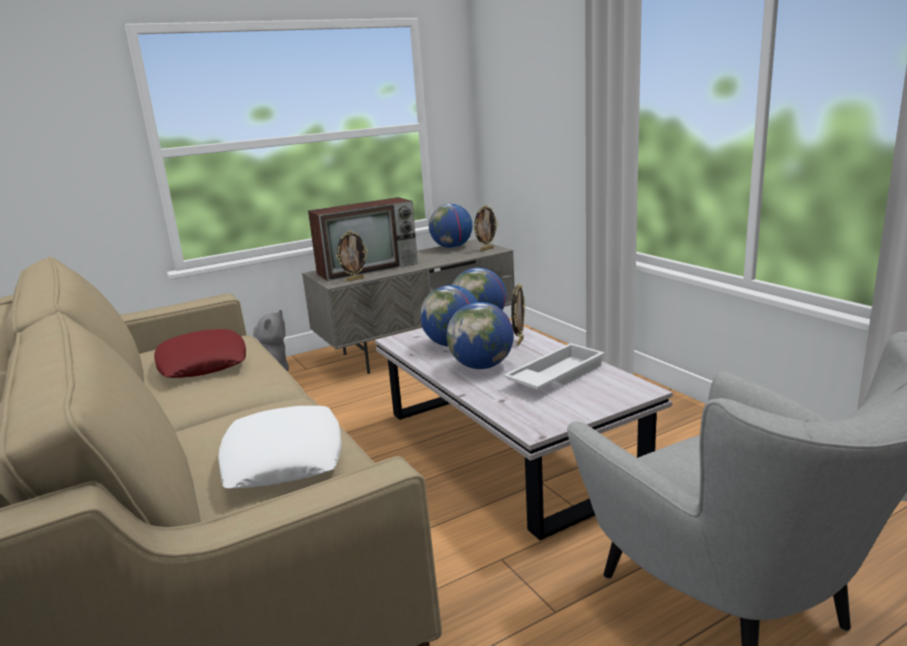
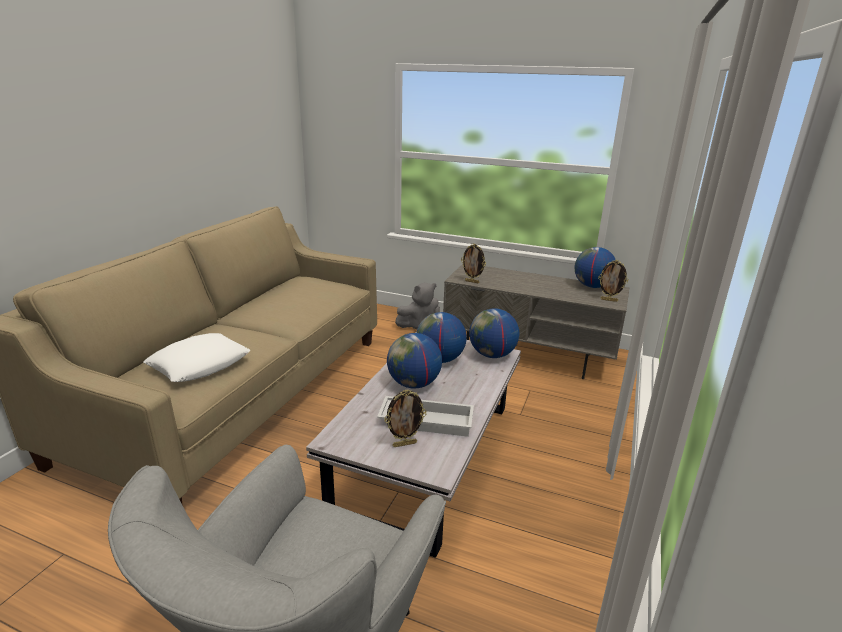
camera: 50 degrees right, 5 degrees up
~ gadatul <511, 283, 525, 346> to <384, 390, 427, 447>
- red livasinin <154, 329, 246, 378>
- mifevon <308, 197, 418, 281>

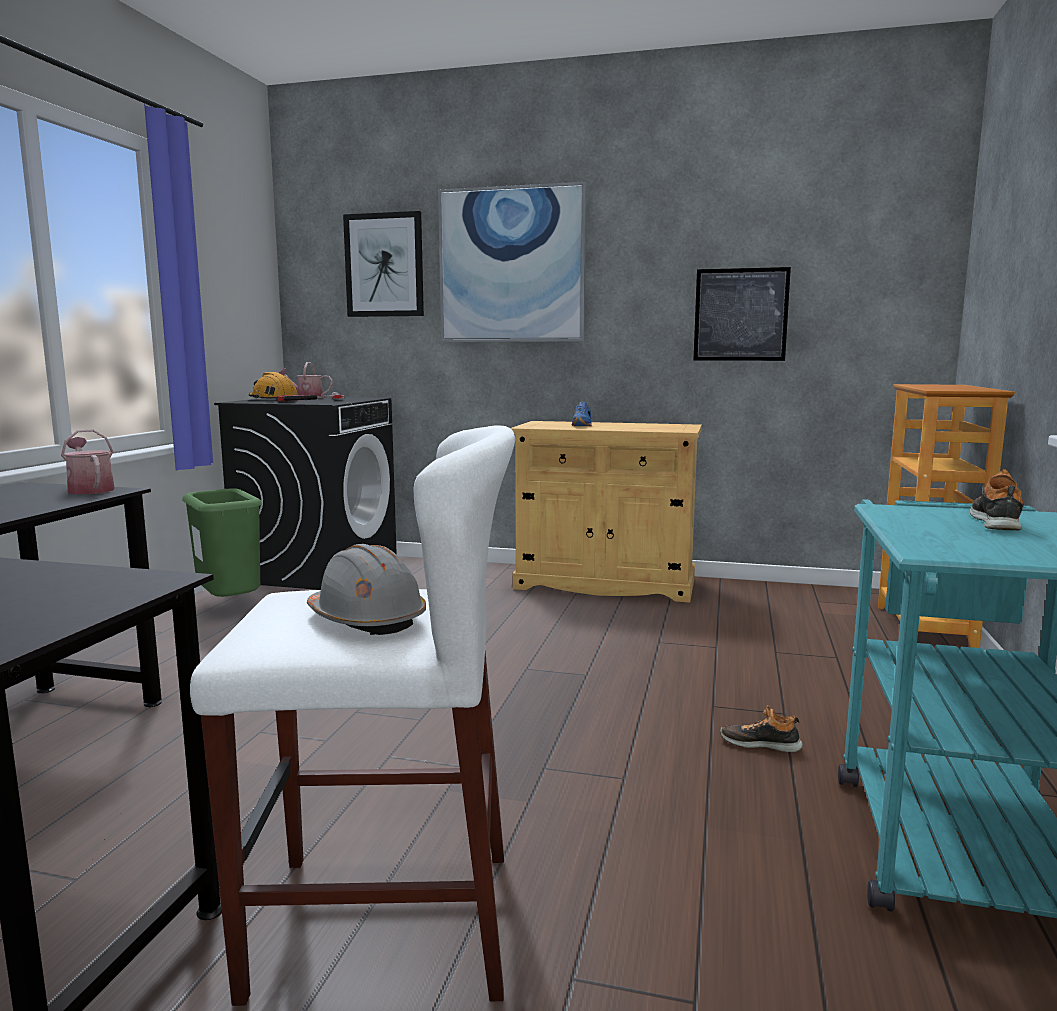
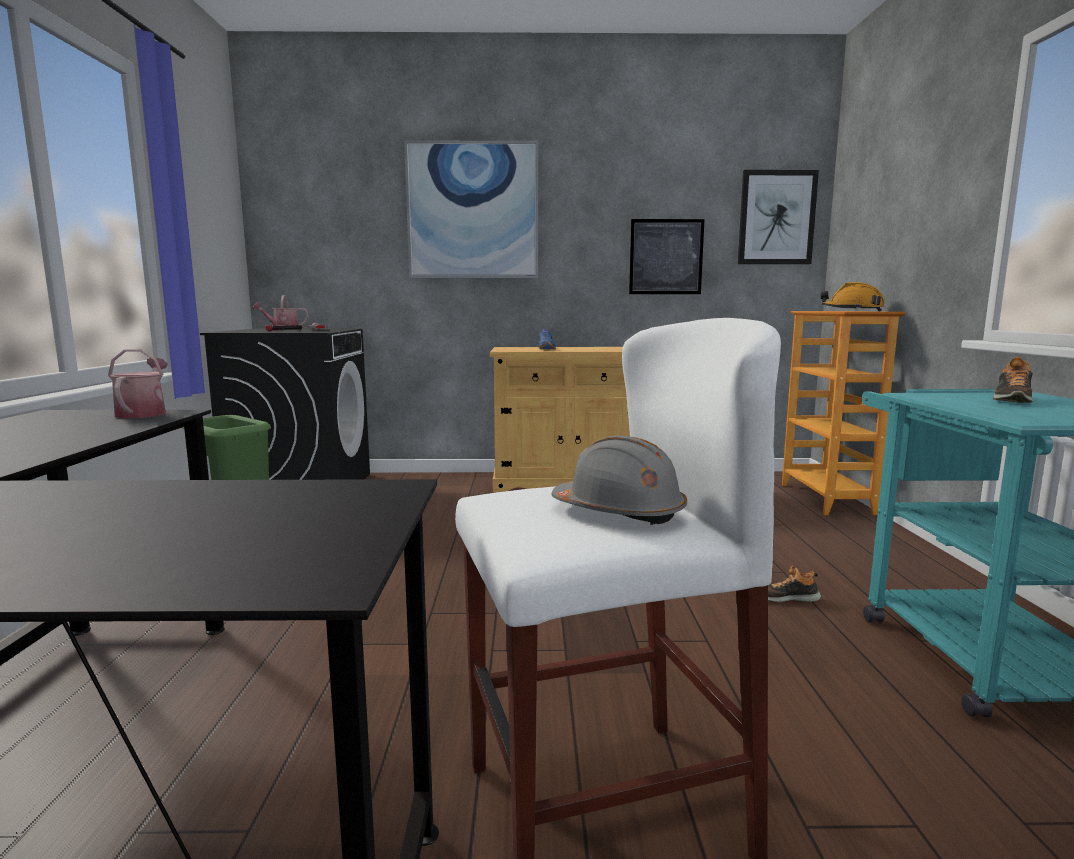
camera: 15 degrees left, 0 degrees up
~ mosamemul <61, 429, 115, 494> = <108, 349, 168, 418> 45 degrees clockwise
~ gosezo <343, 211, 424, 317> to <738, 170, 819, 264>
~ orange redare <249, 372, 298, 401> to <820, 282, 885, 311>
~ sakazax <970, 469, 1024, 530> = <992, 357, 1033, 403> 150 degrees counterclockwise

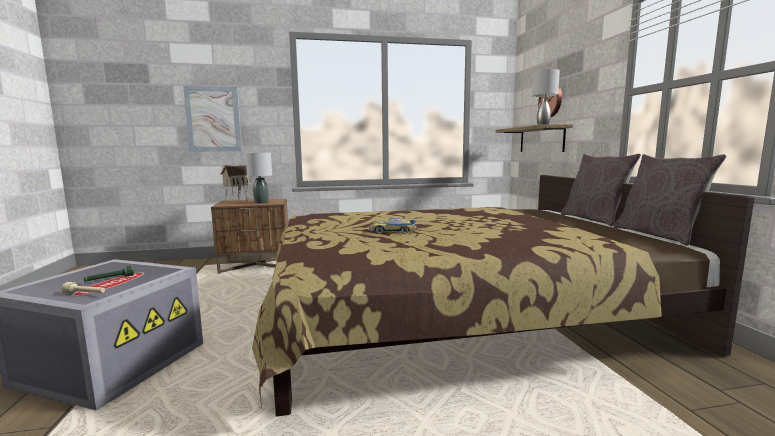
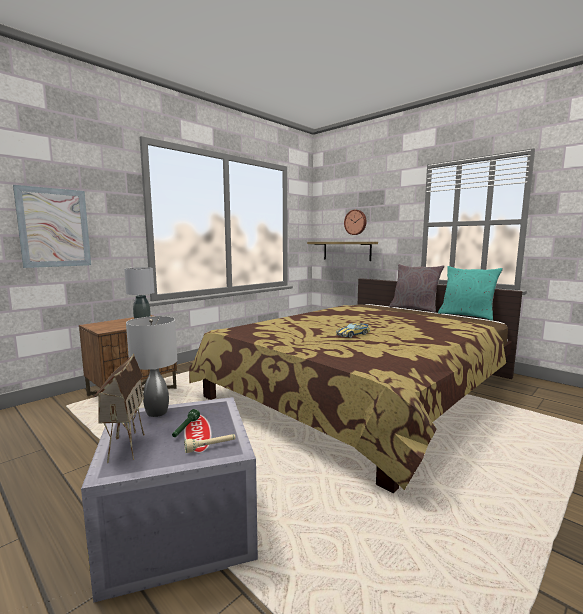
camera: 35 degrees left, 0 degrees up
~ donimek <221, 164, 250, 203> to <93, 354, 145, 463>
~ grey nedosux <532, 69, 560, 125> to <126, 316, 177, 417>
~ grey livasinin <614, 154, 727, 246> to turquoise livasinin <438, 266, 503, 321>

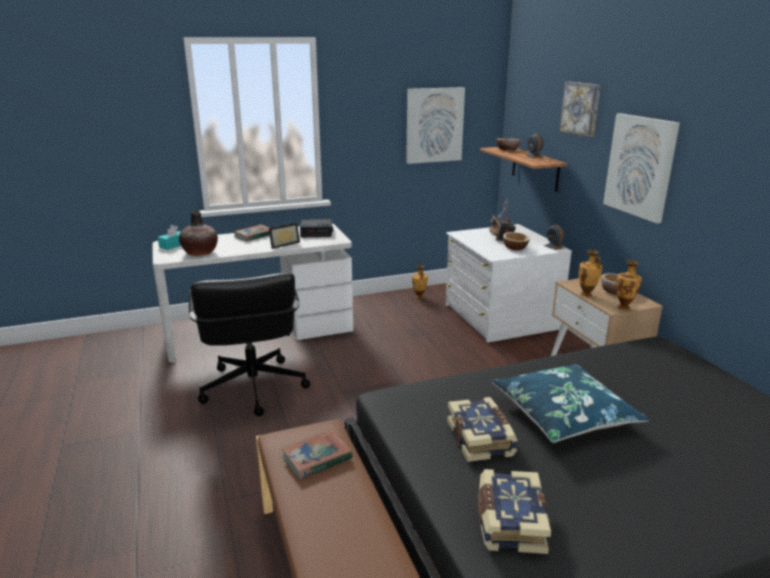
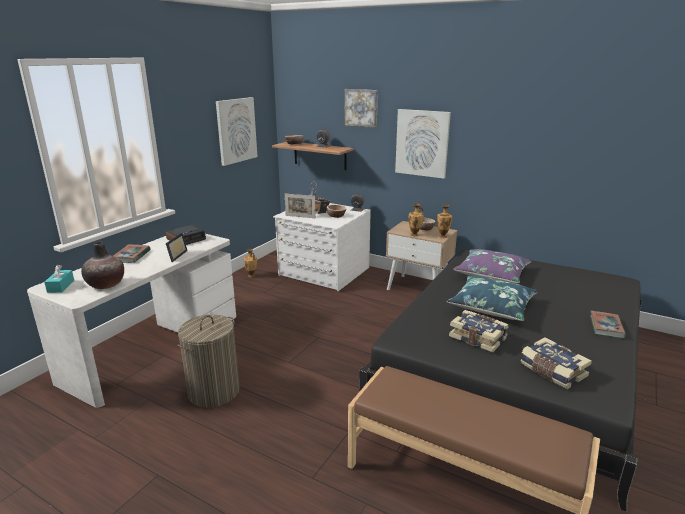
camera: 40 degrees left, 0 degrees up
~ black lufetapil <189, 273, 310, 416> to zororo <178, 315, 240, 408>
+ gadatul <285, 194, 316, 218>
+ purple livasinin <453, 249, 531, 283>
~ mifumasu <282, 430, 353, 479> to <590, 311, 626, 338>

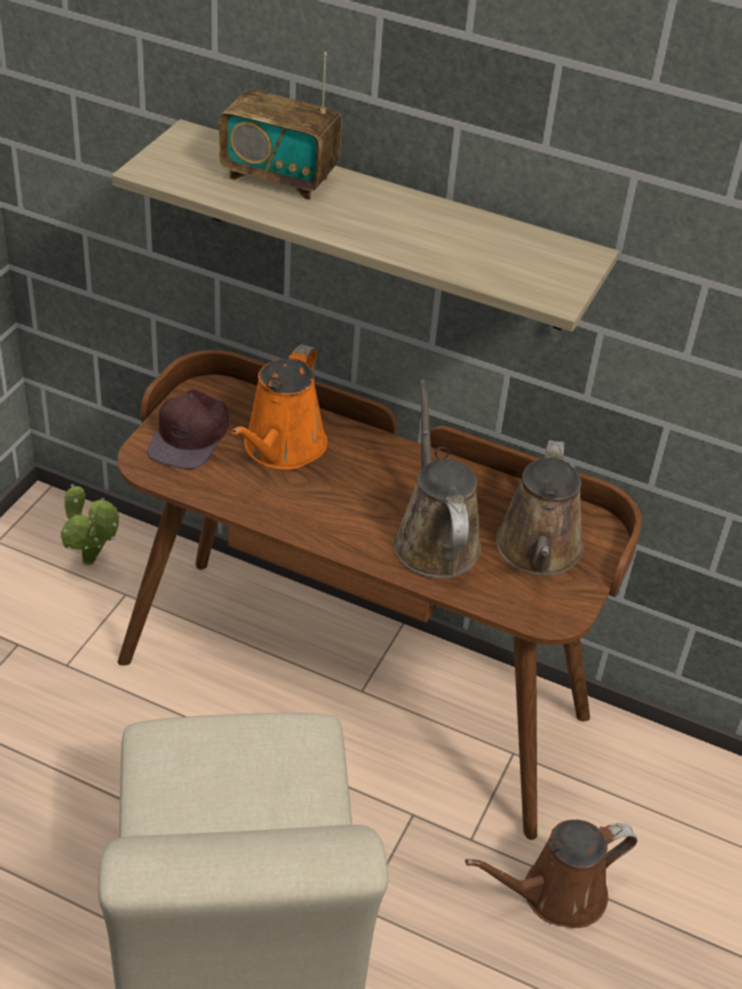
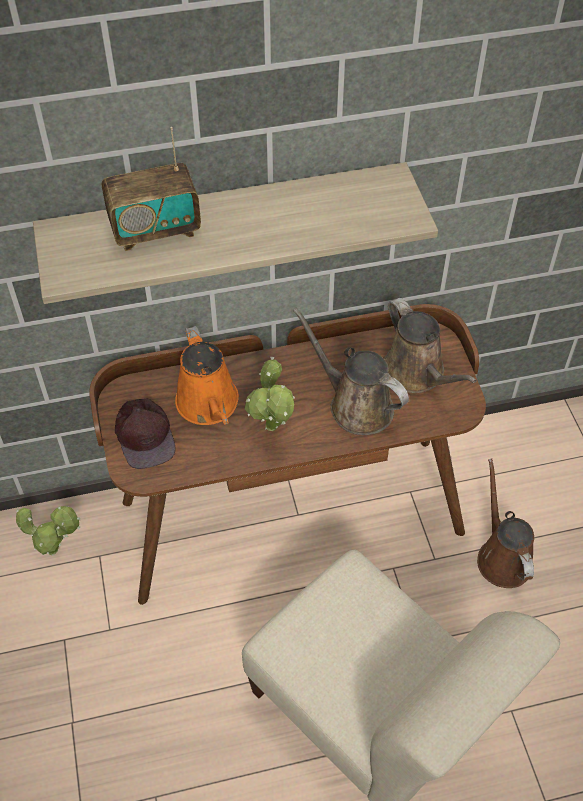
camera: 35 degrees left, 10 degrees up
+ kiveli <245, 357, 295, 431>
~ brown mosamemul <465, 820, 638, 928> = <477, 459, 534, 588> 135 degrees clockwise

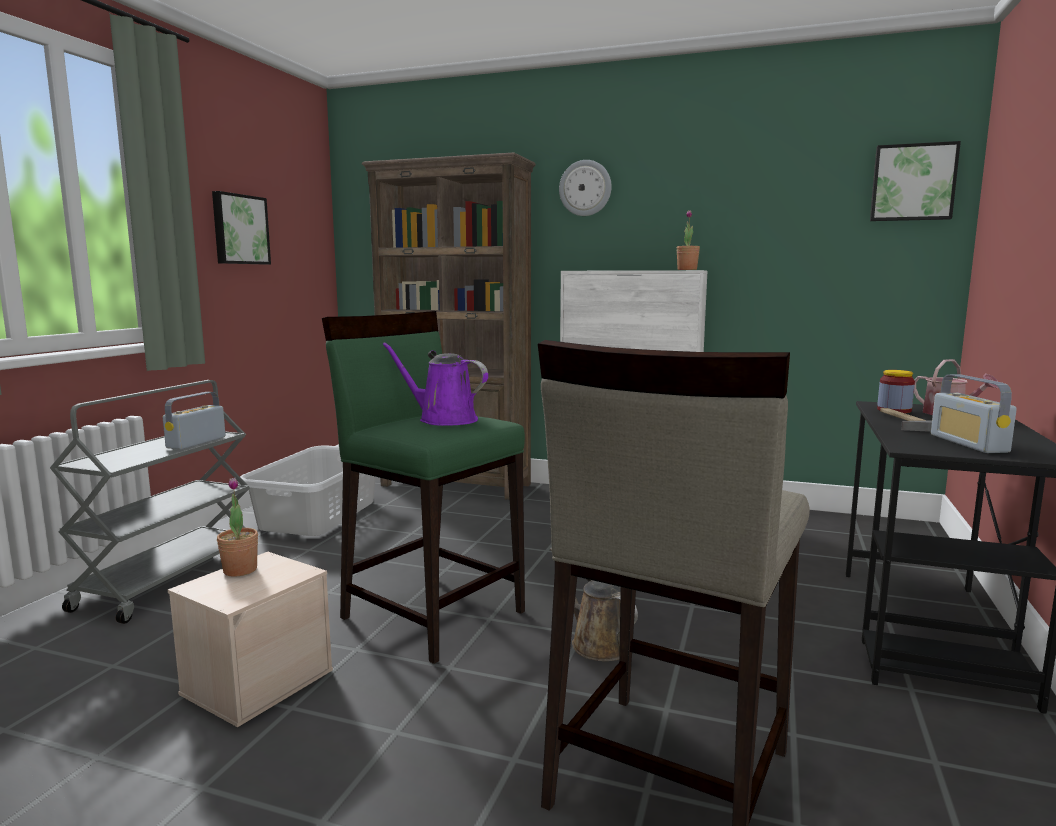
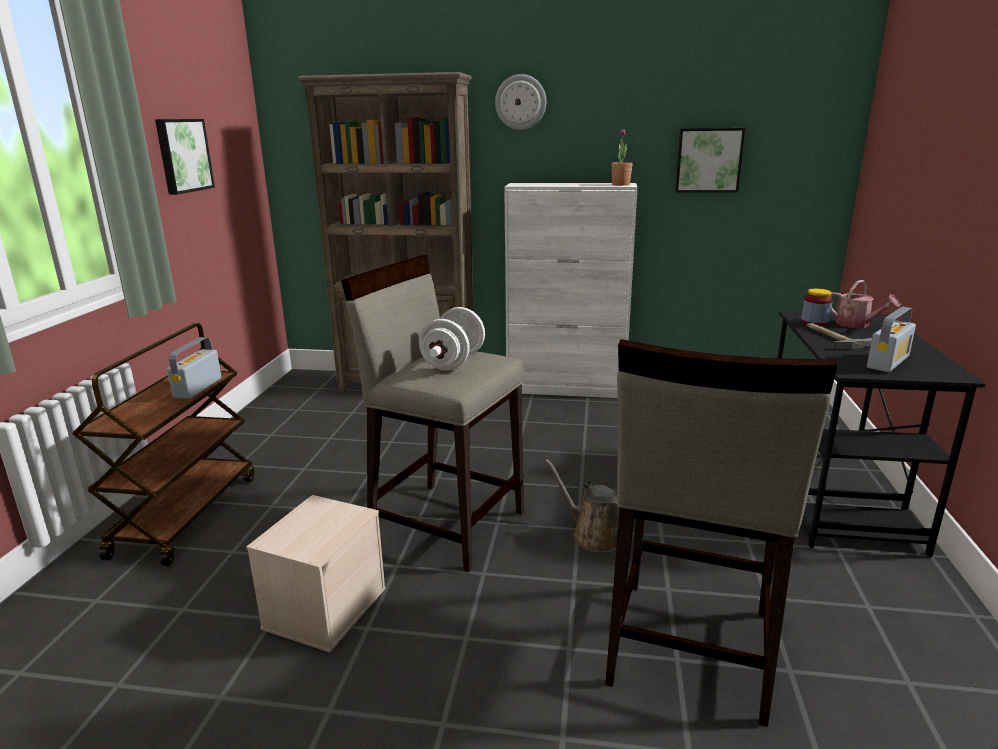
camera: 10 degrees left, 10 degrees up
~ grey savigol <50, 380, 250, 624> to brown savigol <72, 323, 254, 566>
~ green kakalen <322, 311, 525, 664> to beige kakalen <341, 255, 524, 572>
~ purple mosamemul <383, 342, 488, 426> to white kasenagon <419, 307, 485, 371>
~ gosezo <870, 141, 961, 221> to <675, 128, 745, 193>
~ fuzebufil <931, 374, 1017, 453> = <867, 307, 916, 372> 120 degrees counterclockwise
- kiveli <217, 478, 258, 577>
- grey zororo <237, 445, 376, 536>

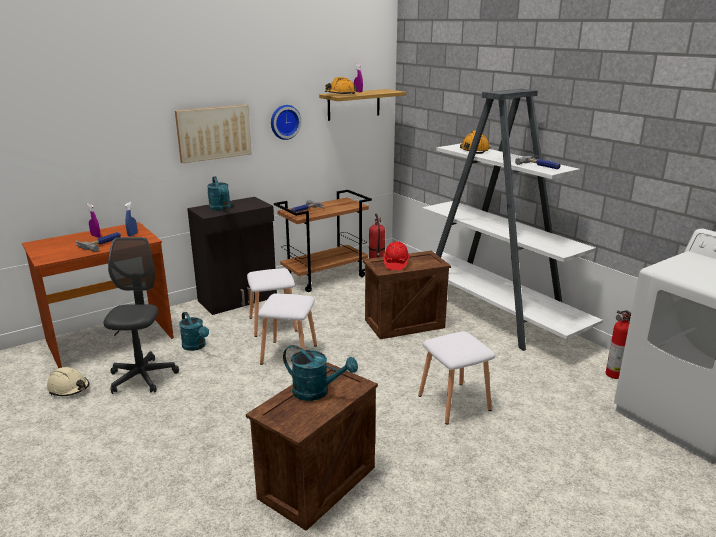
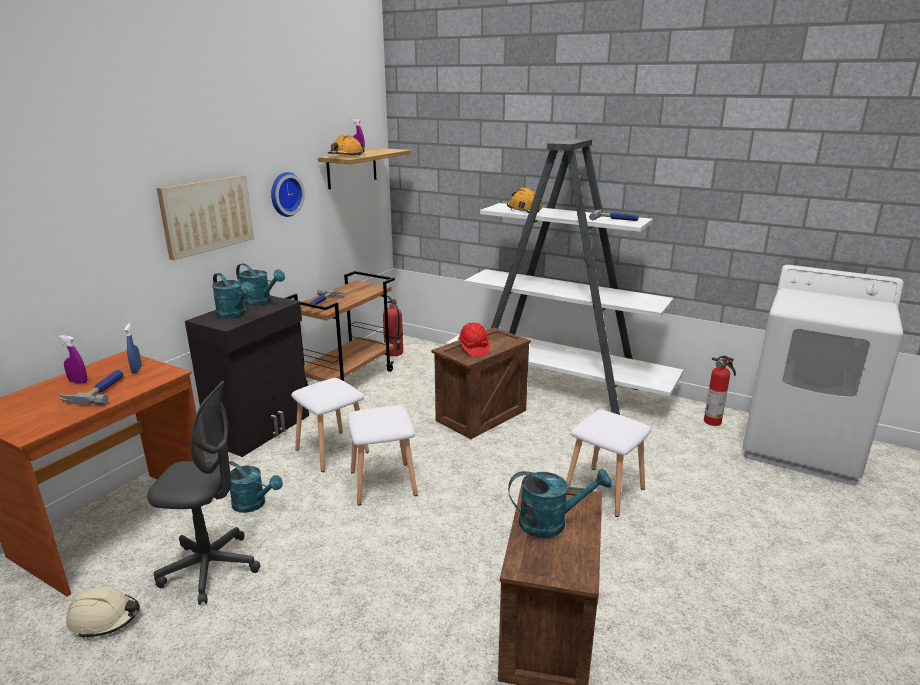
camera: 25 degrees left, 0 degrees up
~ grey lufetapil <104, 237, 179, 394> = <147, 381, 260, 605> 120 degrees clockwise
+ turquoise mosamemul <236, 263, 285, 306>

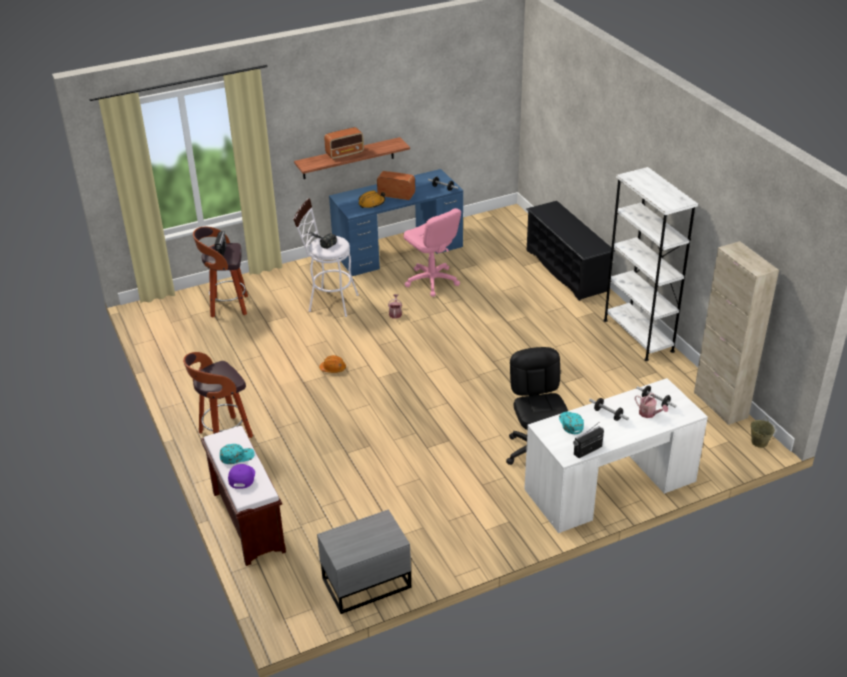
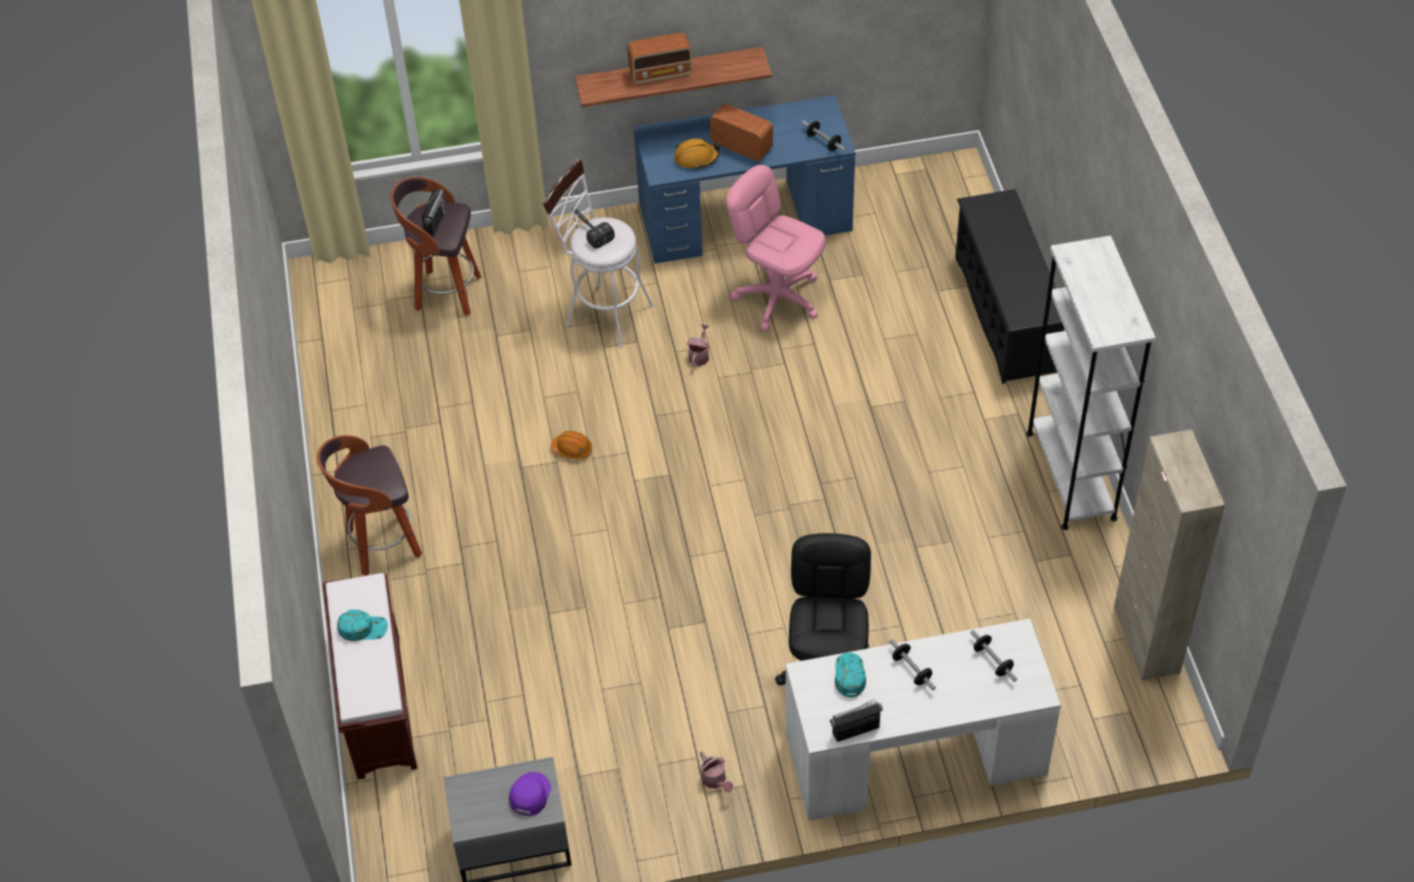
camera: 15 degrees right, 15 degrees up
~ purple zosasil <228, 464, 255, 489> to <509, 772, 551, 816>
~ mosamemul <635, 393, 668, 418> to <700, 751, 733, 792>
~ pink lufetapil <403, 208, 461, 296> = <726, 165, 826, 331> 150 degrees clockwise
- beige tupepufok <751, 417, 775, 448>

